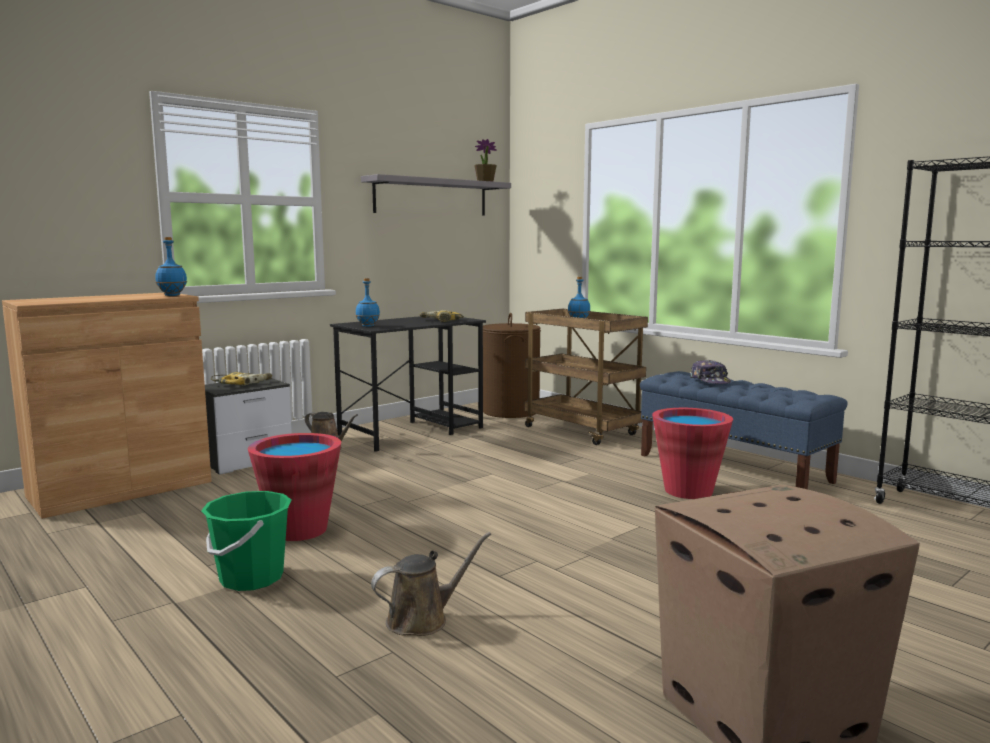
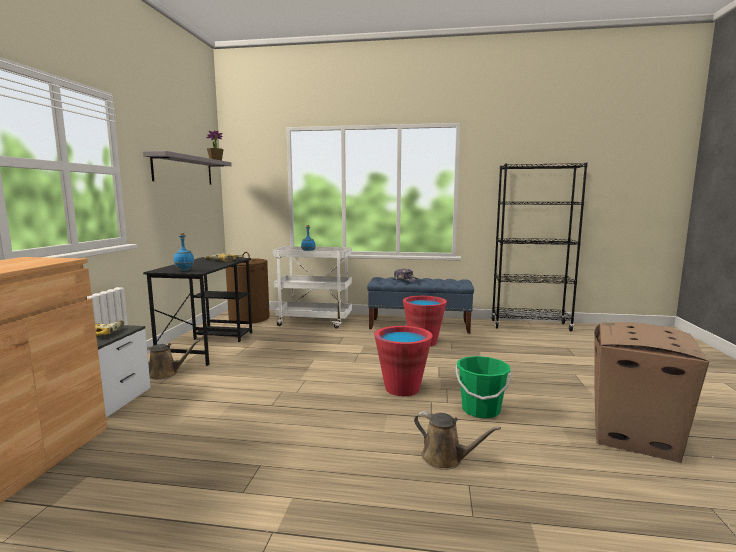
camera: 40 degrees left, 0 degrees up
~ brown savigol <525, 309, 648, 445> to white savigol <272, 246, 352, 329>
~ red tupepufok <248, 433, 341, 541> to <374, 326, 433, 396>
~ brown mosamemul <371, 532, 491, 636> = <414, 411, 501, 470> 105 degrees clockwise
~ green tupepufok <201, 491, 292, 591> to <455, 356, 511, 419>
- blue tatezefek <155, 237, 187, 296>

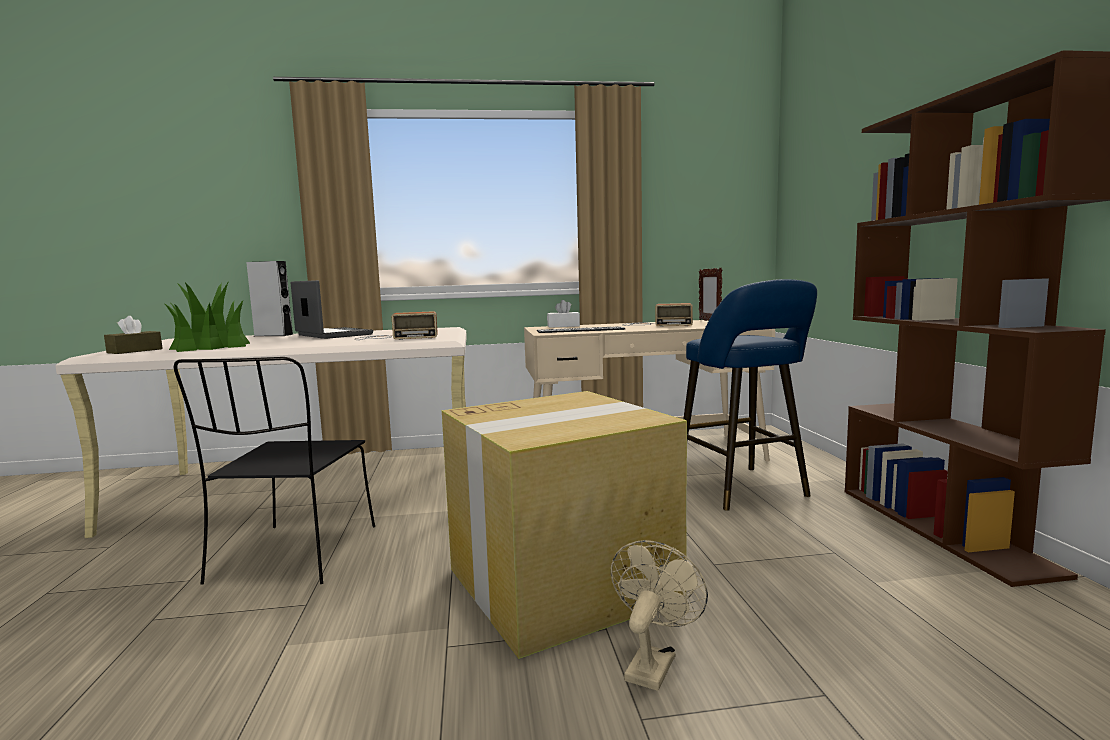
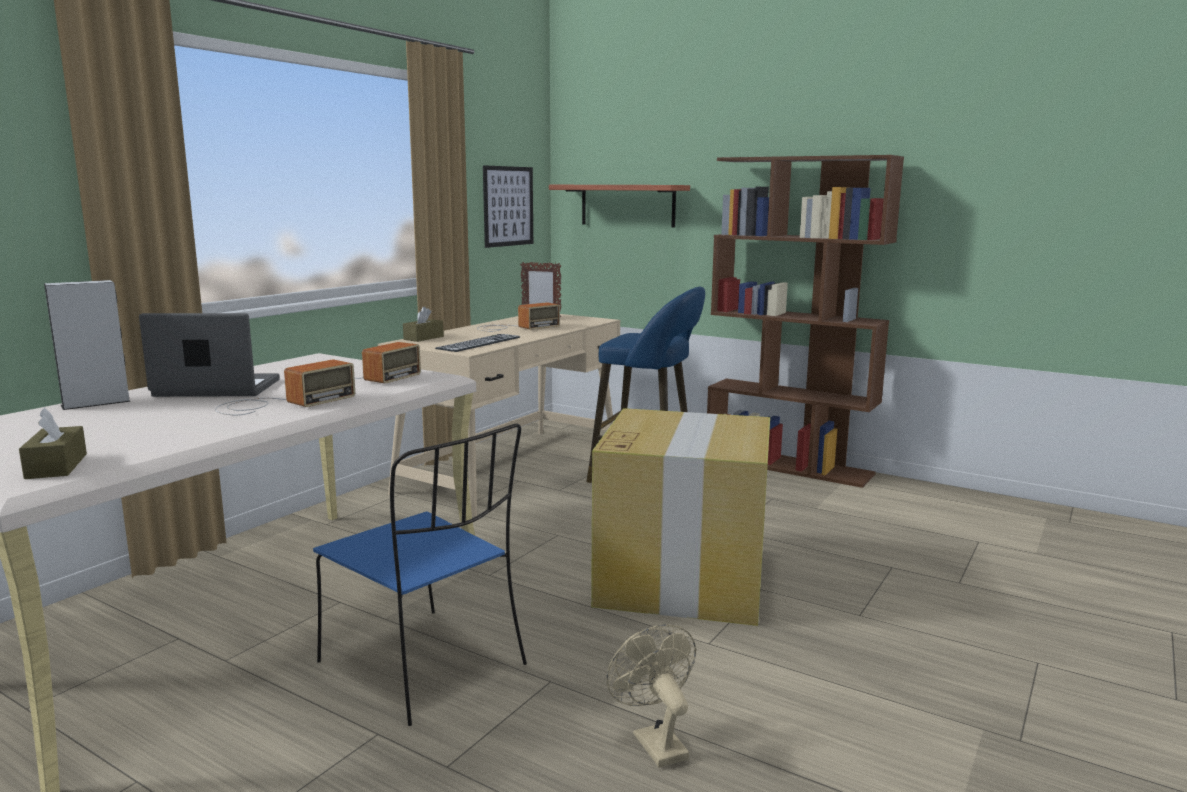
camera: 50 degrees left, 5 degrees up
+ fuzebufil <215, 360, 355, 416>
~ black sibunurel <174, 357, 375, 585> to blue sibunurel <313, 423, 527, 726>
~ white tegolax <547, 300, 580, 328> to brown tegolax <403, 307, 444, 342>
+ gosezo <483, 165, 533, 248>
+ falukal <549, 185, 690, 228>
~ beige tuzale <611, 540, 708, 691> to <607, 624, 696, 768>
- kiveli <164, 281, 251, 352>

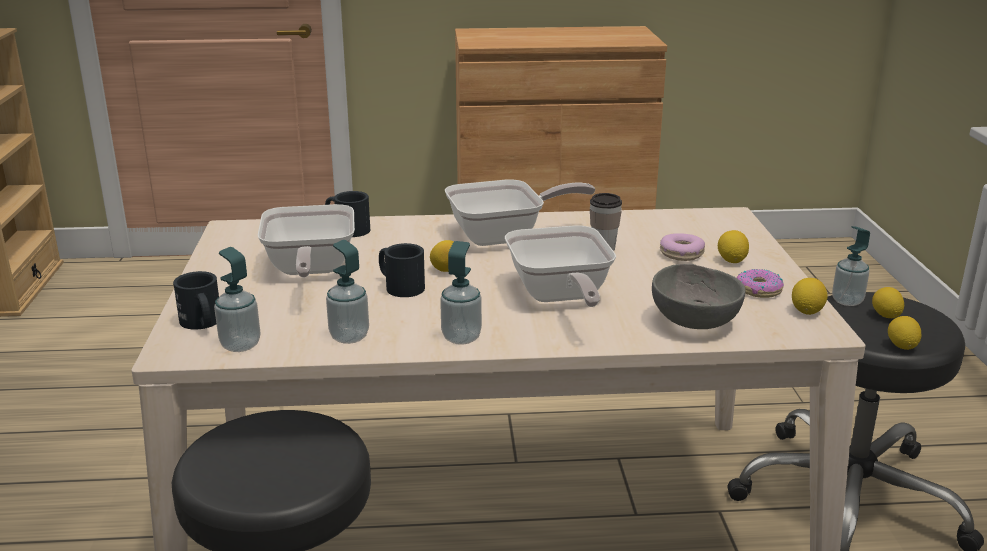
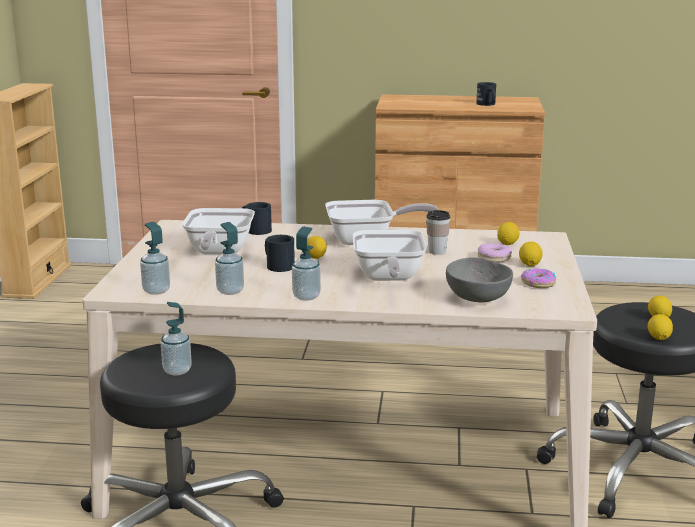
camera: 10 degrees right, 5 degrees down
~ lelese <832, 226, 870, 306> to <161, 302, 192, 376>
~ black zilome <173, 271, 219, 330> to <476, 82, 496, 106>
~ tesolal <792, 278, 828, 315> to <497, 222, 520, 245>

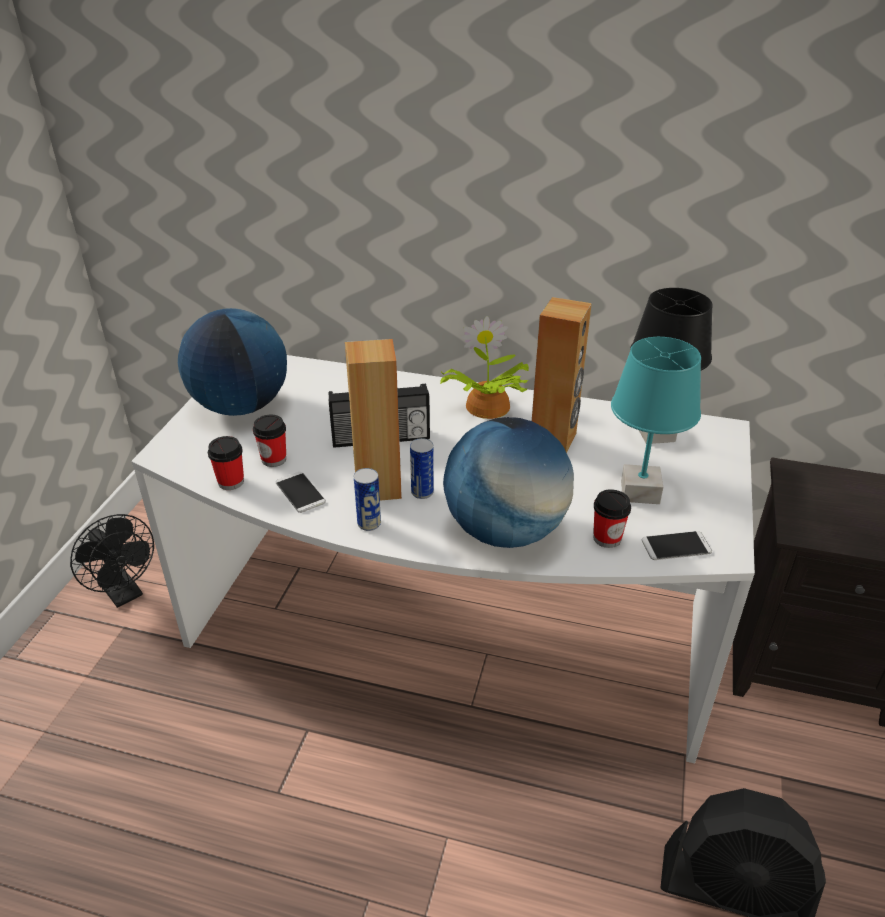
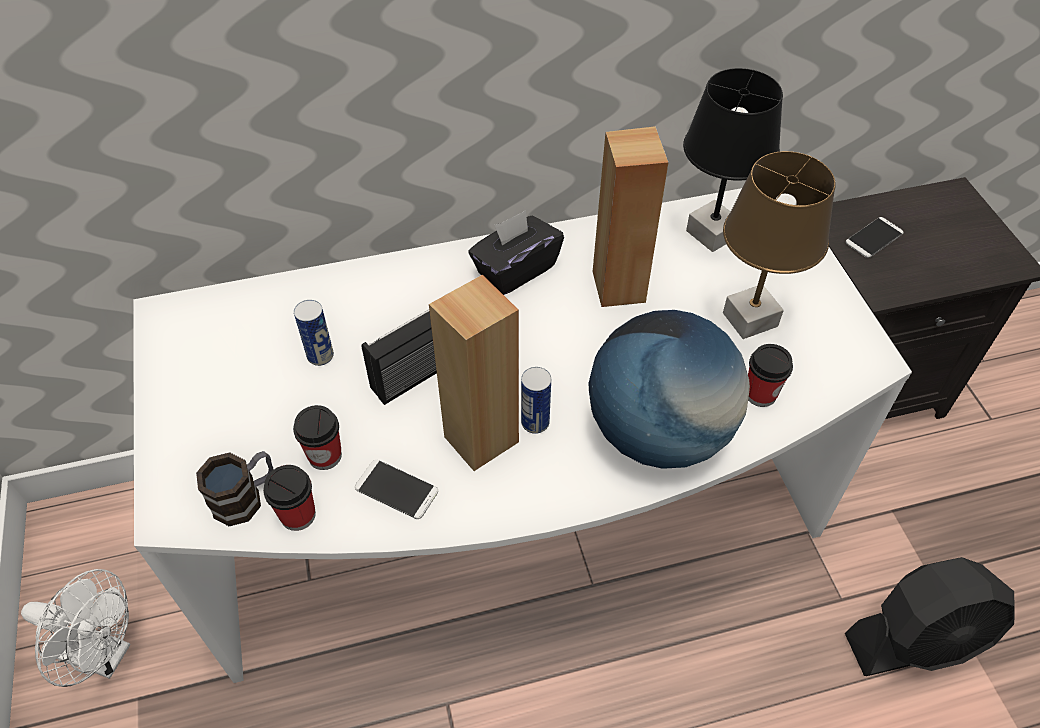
camera: 30 degrees left, 15 degrees up
~ black tuzale <70, 514, 154, 608> to white tuzale <21, 569, 131, 687>
+ zilome <196, 451, 274, 526>
~ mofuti <354, 468, 381, 531> to <294, 300, 334, 366>
~ kiveli <440, 316, 529, 419> to black tegolax <468, 210, 564, 295>
~ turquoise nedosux <611, 337, 701, 504> to brown nedosux <723, 151, 836, 339>
~ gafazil <642, 531, 712, 560> to <846, 217, 904, 258>
- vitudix <178, 308, 287, 416>

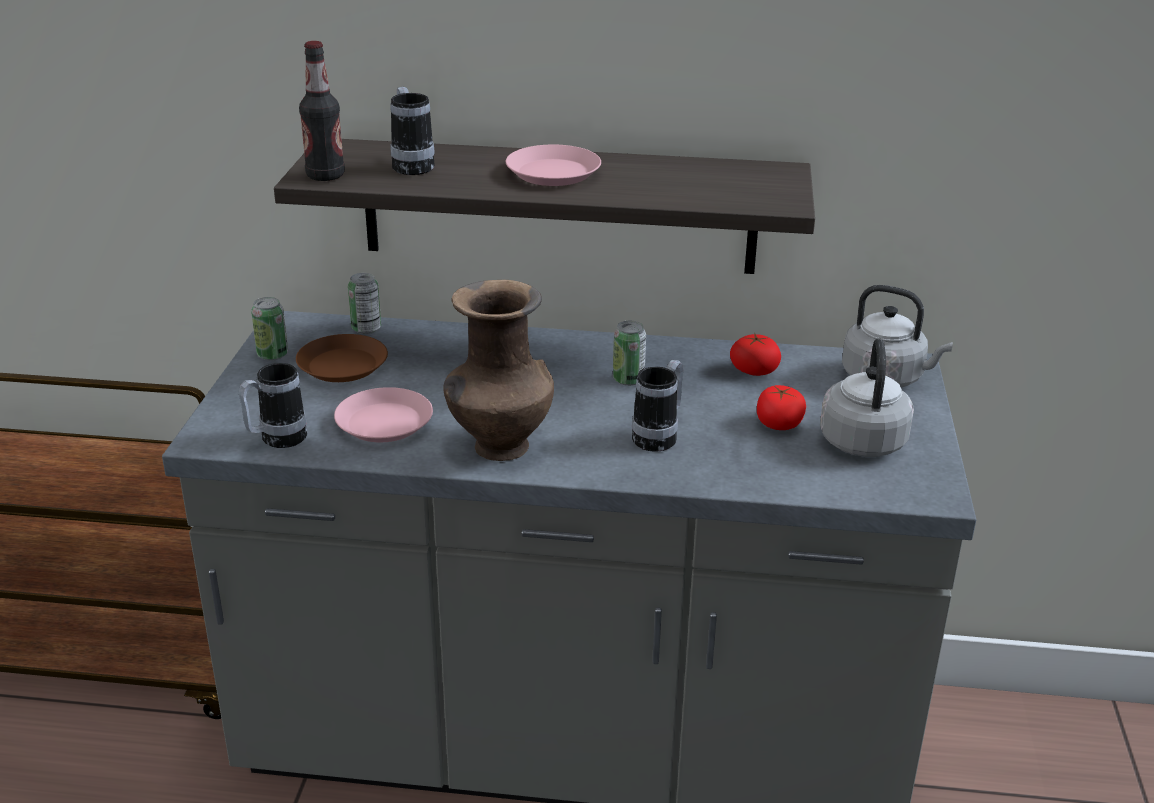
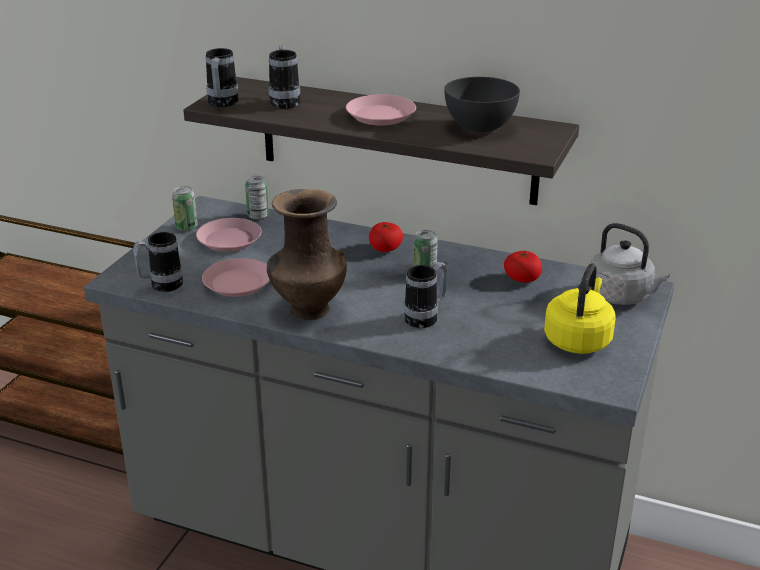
camera: 15 degrees right, 0 degrees up
~ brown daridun <296, 334, 388, 382> to pink daridun <196, 218, 262, 252>
~ tatezefek <299, 41, 345, 181> to zilome <206, 48, 239, 107>
~ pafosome <757, 385, 806, 430> to <369, 222, 403, 252>
+ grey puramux <444, 77, 520, 132>
~ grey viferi <820, 339, 914, 457> to yellow viferi <544, 263, 616, 354>

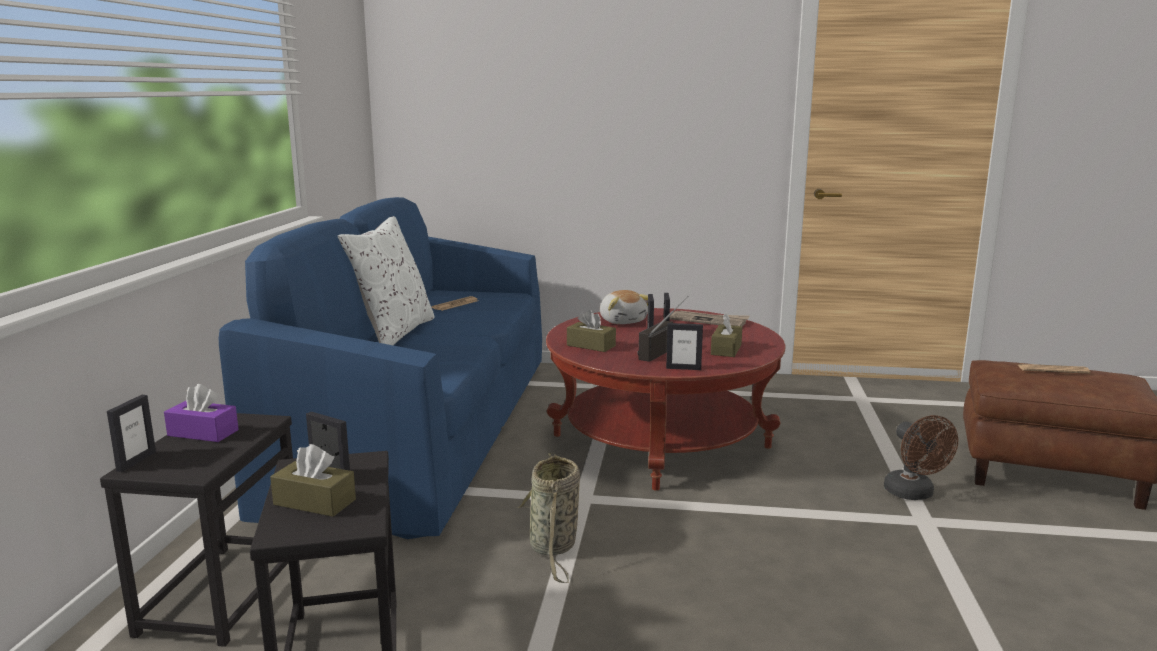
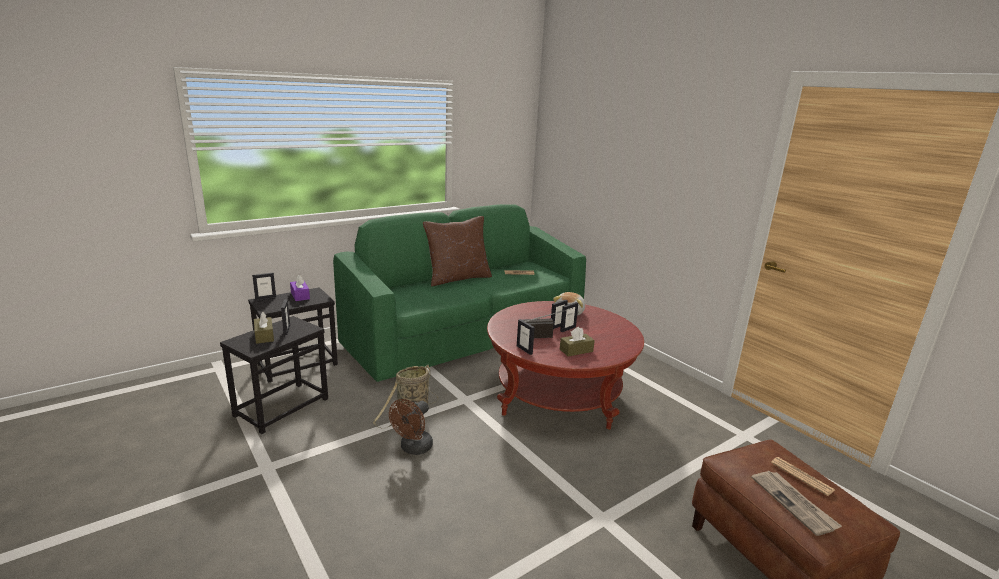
camera: 45 degrees right, 5 degrees up
~ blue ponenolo <219, 197, 542, 539> to green ponenolo <333, 204, 586, 382>
~ brown tuzale <884, 415, 958, 500> to <389, 399, 433, 455>
~ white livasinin <338, 216, 435, 345> to brown livasinin <423, 216, 492, 286>
~ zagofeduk <670, 311, 750, 327> to <751, 471, 842, 536>
- brown tegolax <567, 310, 616, 352>

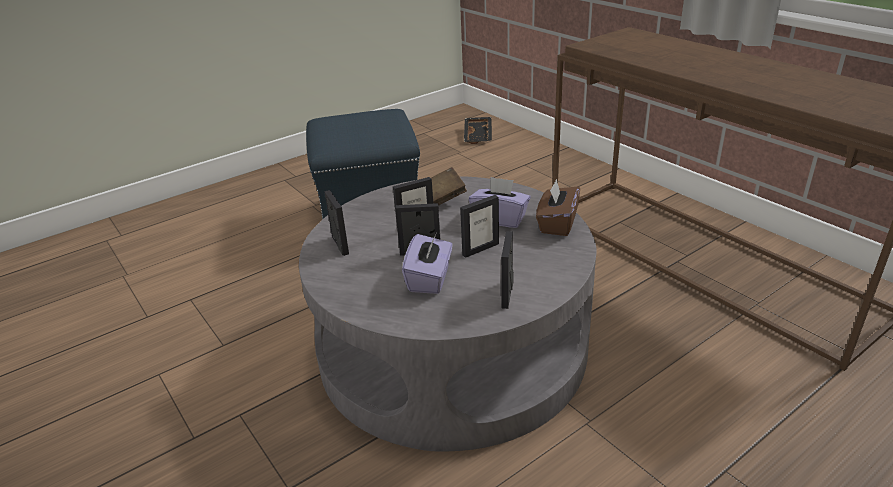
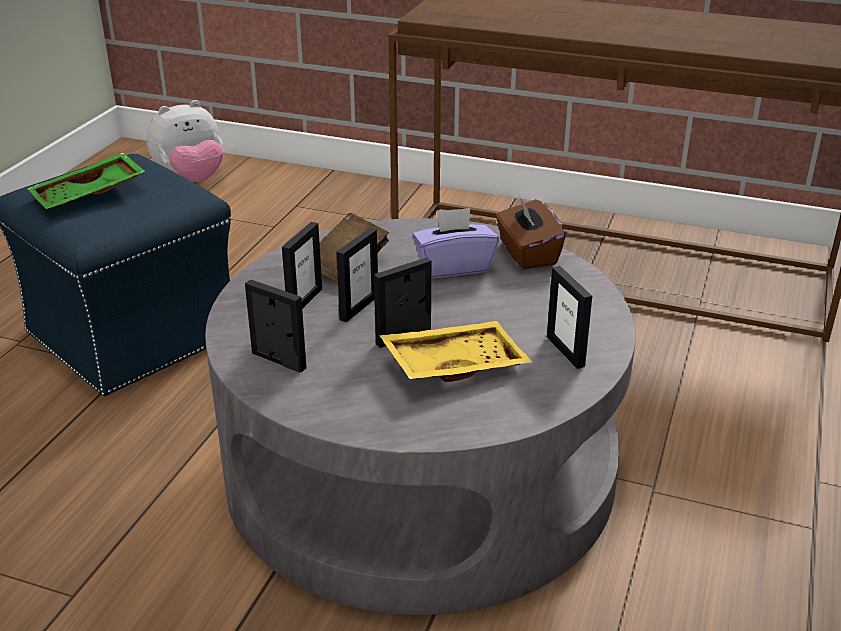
camera: 35 degrees left, 0 degrees up
+ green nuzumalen <28, 152, 145, 209>
~ black nuzumalen <464, 117, 492, 144> to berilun <147, 100, 224, 182>
~ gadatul <460, 195, 499, 258> to <282, 222, 322, 309>
~ purple tegolax <402, 234, 452, 294> to yellow nuzumalen <380, 321, 533, 382>

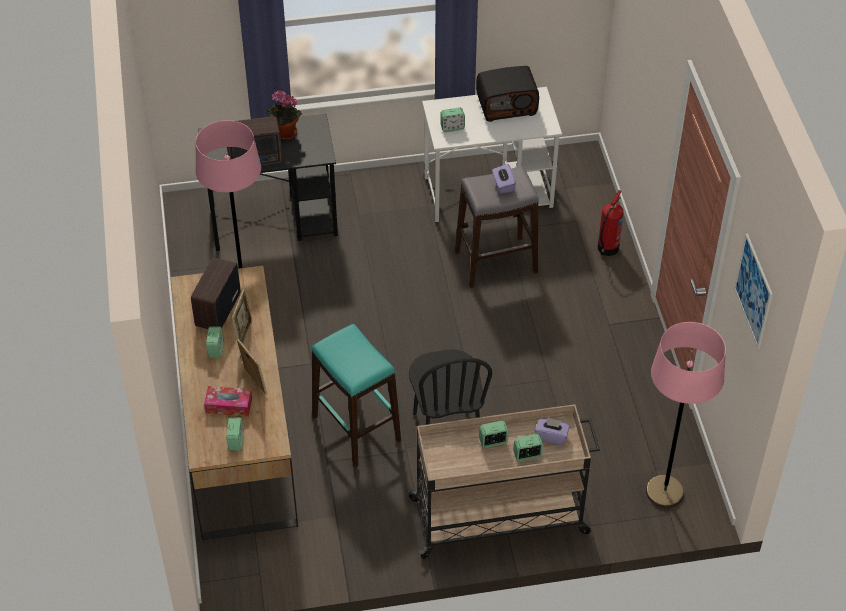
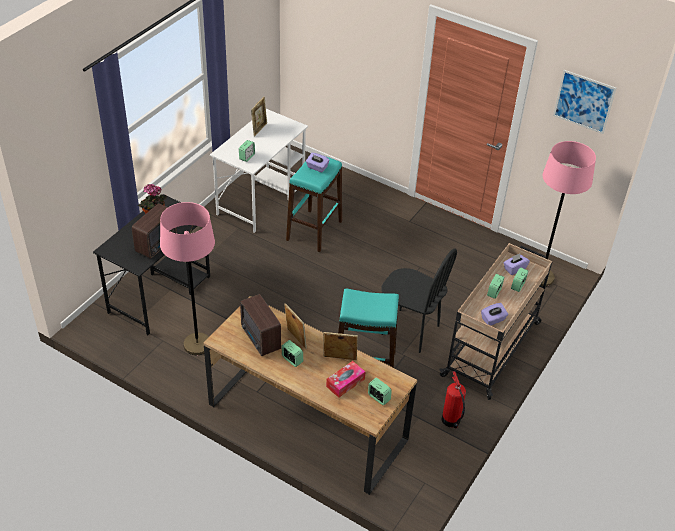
camera: 50 degrees left, 5 degrees down
~ fuzebufil <476, 66, 539, 122> to gadatul <251, 97, 267, 137>
~ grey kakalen <455, 166, 539, 288> to turquoise kakalen <286, 156, 342, 252>
~ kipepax <598, 190, 623, 256> to <442, 371, 466, 429>
+ purple tegolax <481, 303, 508, 326>

